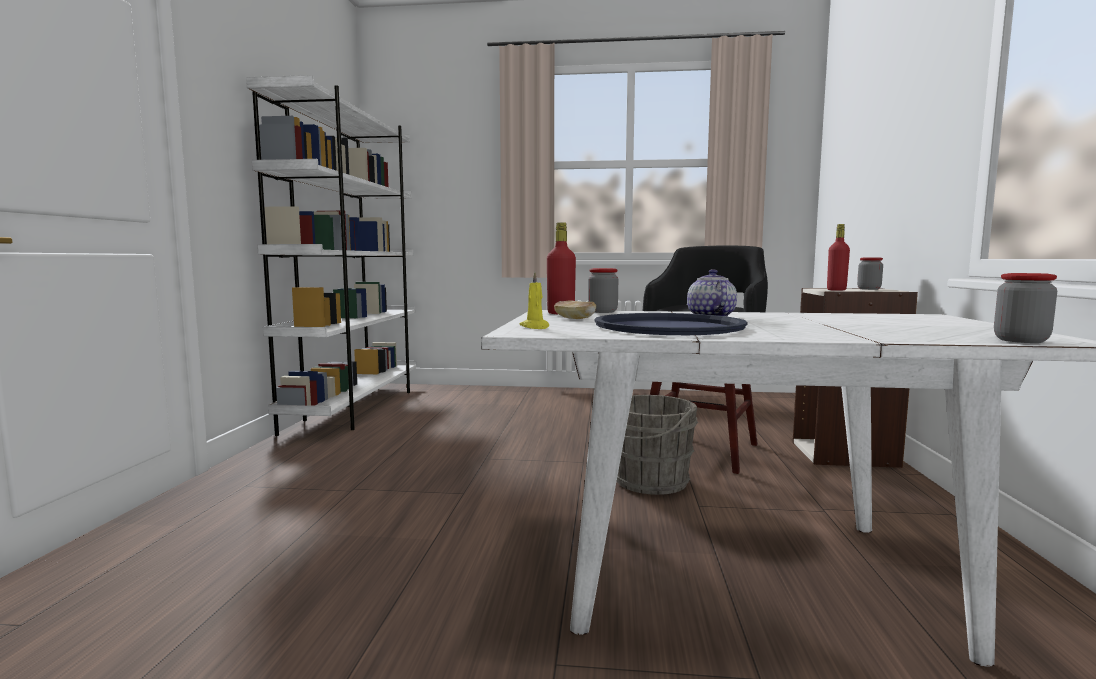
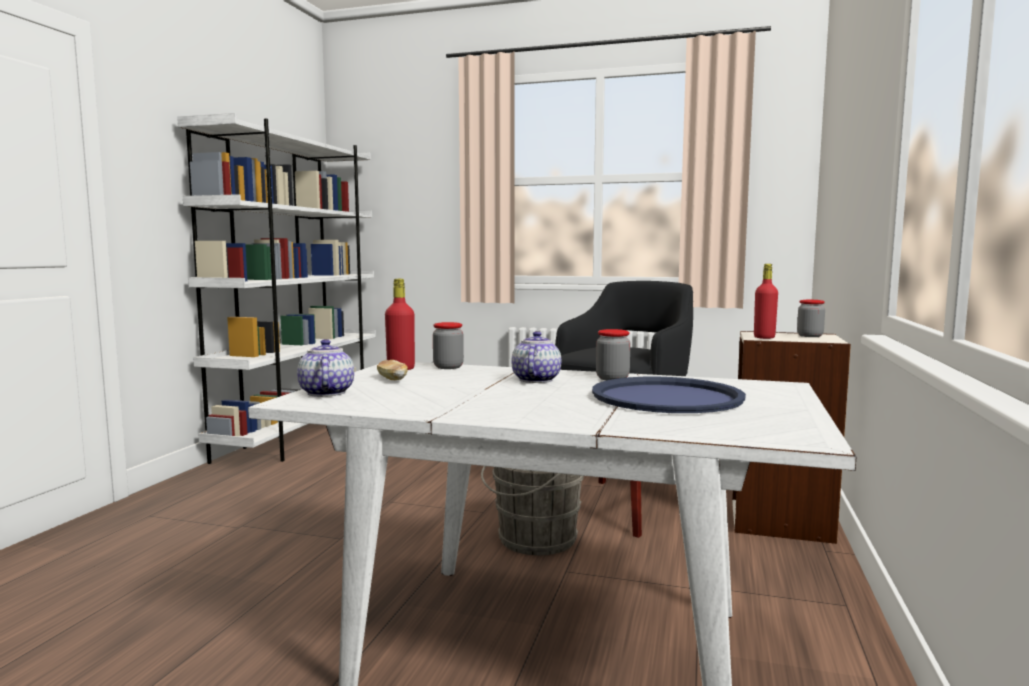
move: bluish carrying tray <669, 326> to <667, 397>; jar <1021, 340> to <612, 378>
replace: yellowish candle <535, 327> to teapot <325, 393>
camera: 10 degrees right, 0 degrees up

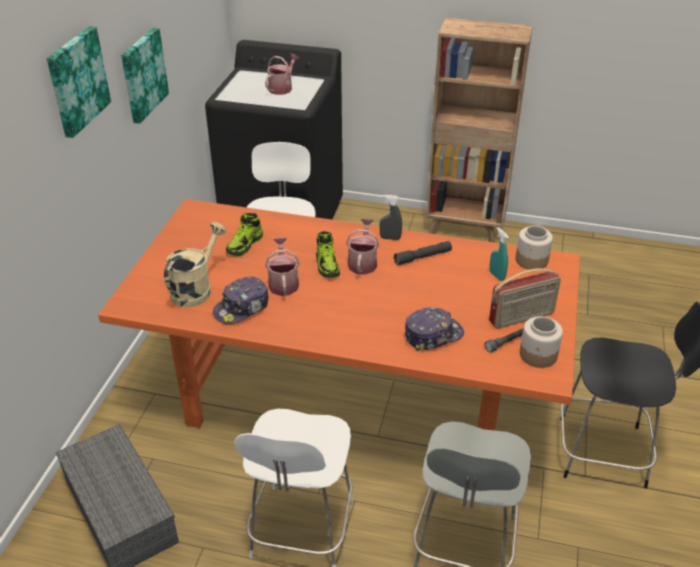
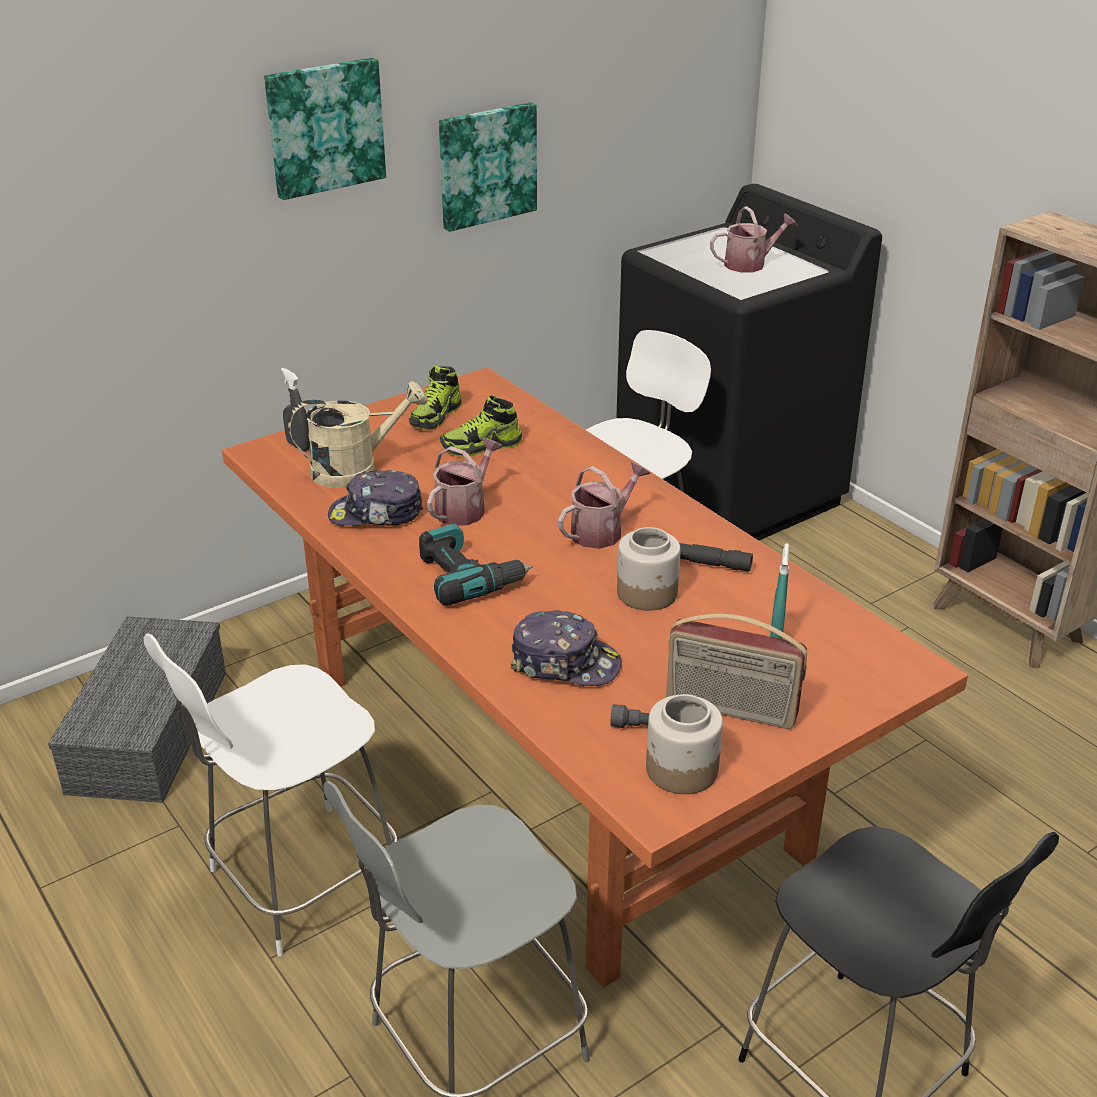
insert: power drill <469, 577>
move: shoe <327, 265> to <436, 416>; grey spray bottle <390, 238> to <298, 446>; jar <532, 260> to <648, 593>
camera: 40 degrees right, 5 degrees down

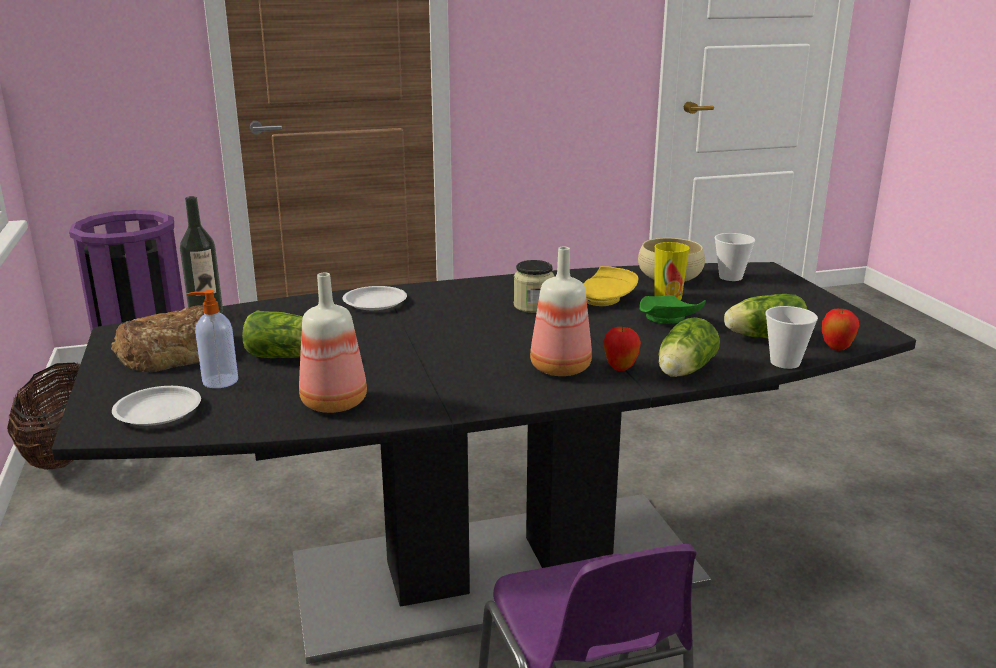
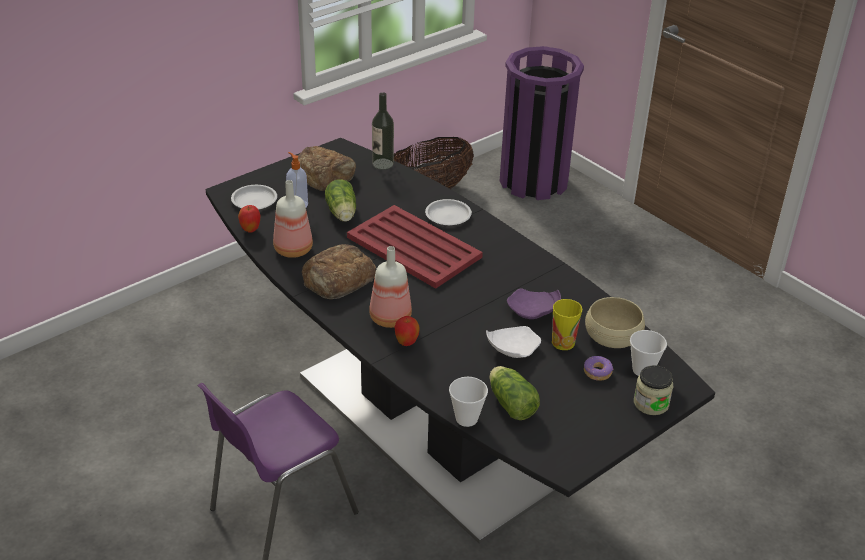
delete: lettuce <683, 372>
insert: baked bread <338, 279>; red carrying tray <413, 246>; donut <597, 372>
move: jar <533, 306> to <651, 403>; apple fruit <836, 349> to <250, 230>
recolor: yellowish flat dish <605, 299> to purplish flat dish <533, 312>; green-coloured flat dish <667, 320> to white-coloured flat dish <511, 350>
camera: 65 degrees right, 15 degrees up

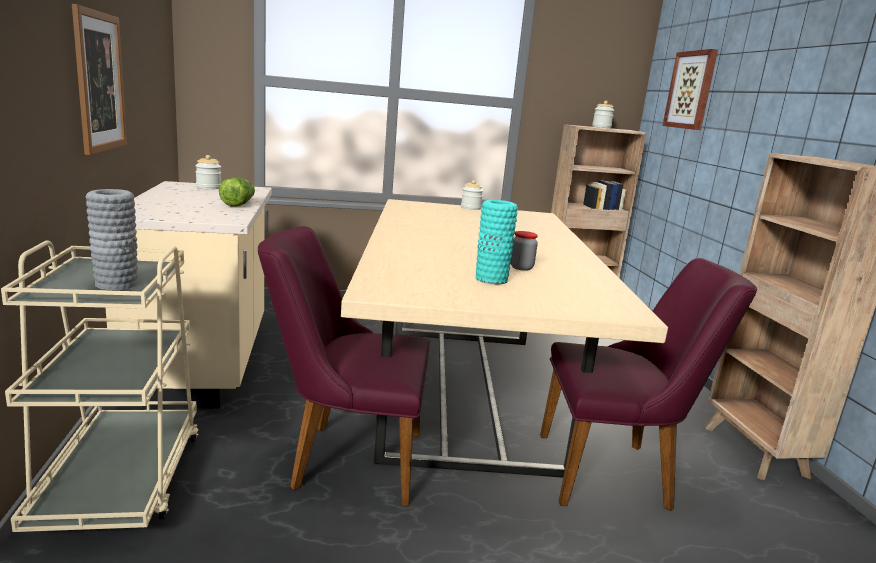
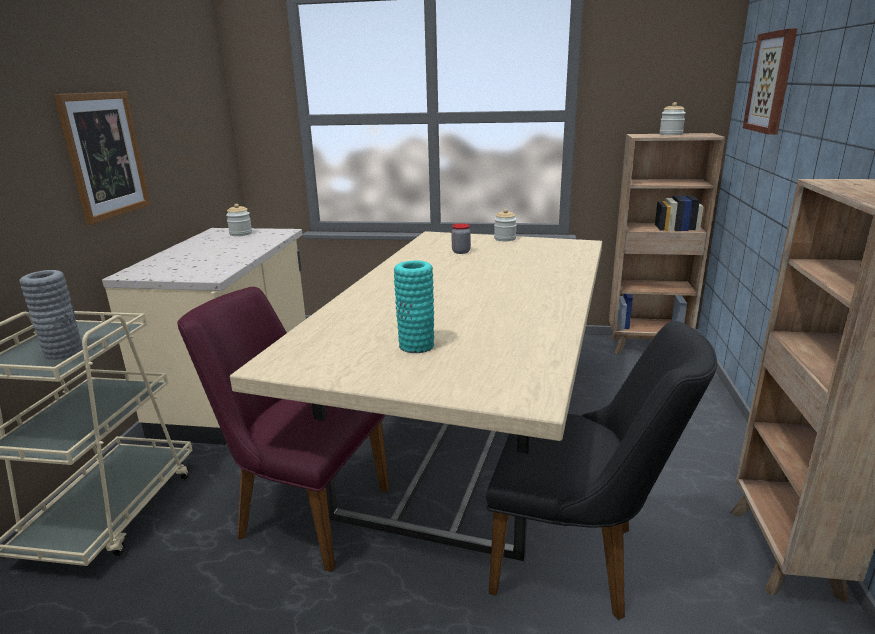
delete: lettuce <238, 204>
move: jar <521, 267> to <461, 252>
recolor: purplish plain chair <616, 472> to black-coloured plain chair <579, 560>
camera: 20 degrees right, 5 degrees up

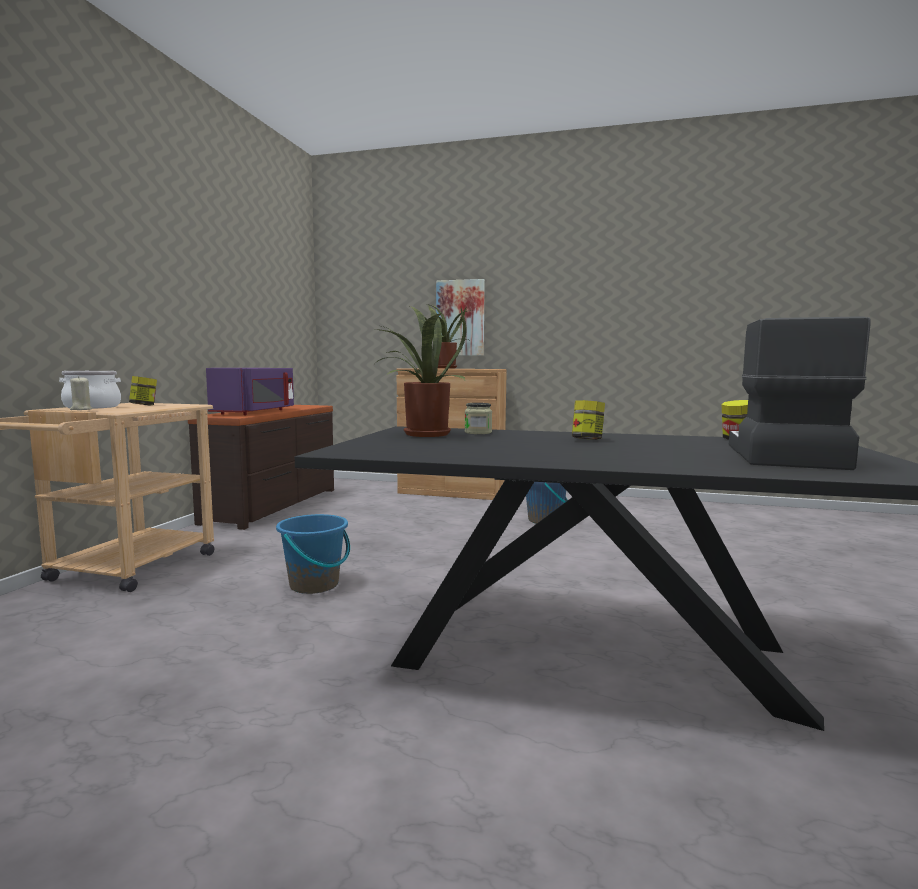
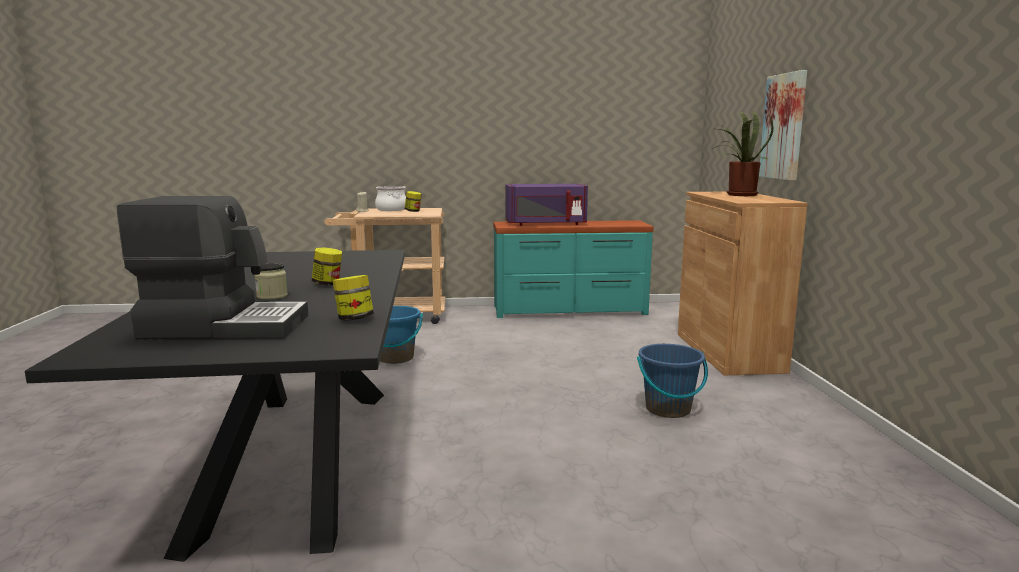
delete: houseplant <421, 434>
move: jar <478, 432> to <272, 296>
recolor: brown-coloured drawer chest <274, 505> to turquoise drawer chest <569, 310>
camera: 70 degrees right, 5 degrees up

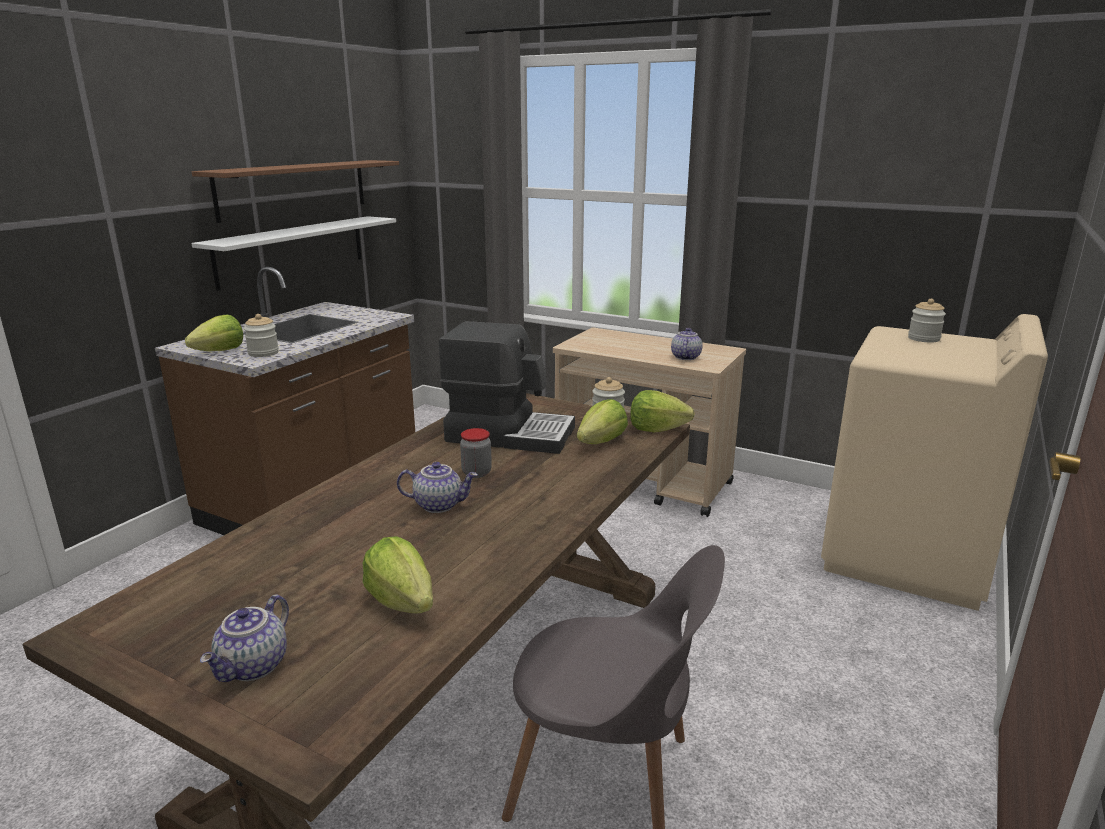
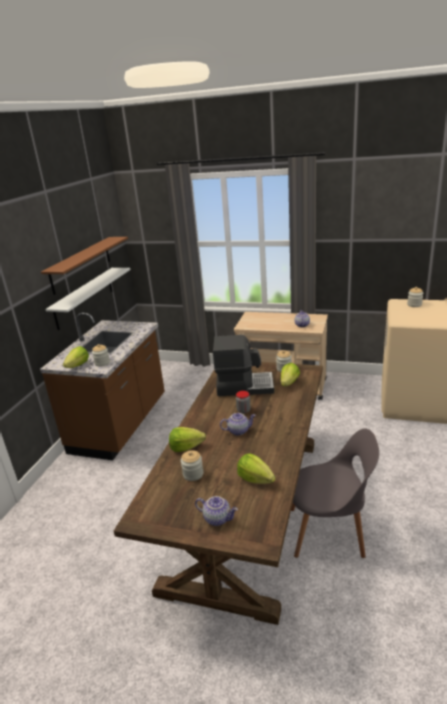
insert: jar <193, 474>
move: lettuce <657, 429> to <186, 447>
rotate: teapot <254, 667> = <218, 518> 75 degrees counterclockwise
camera: 10 degrees left, 5 degrees up

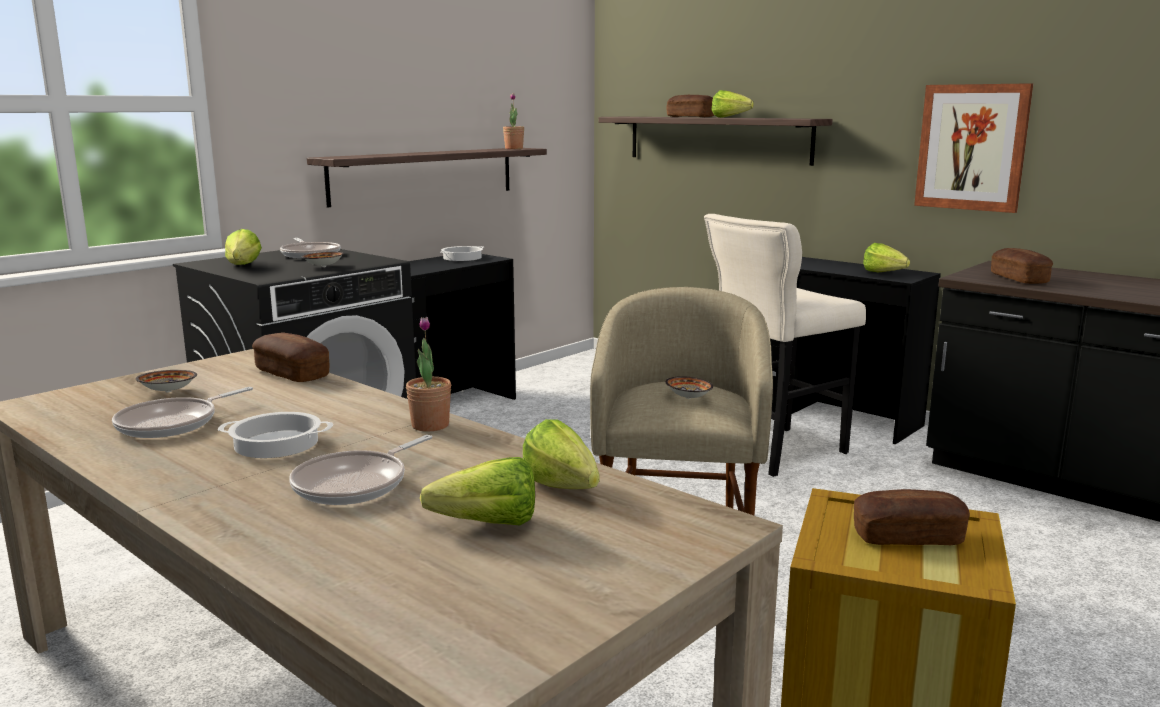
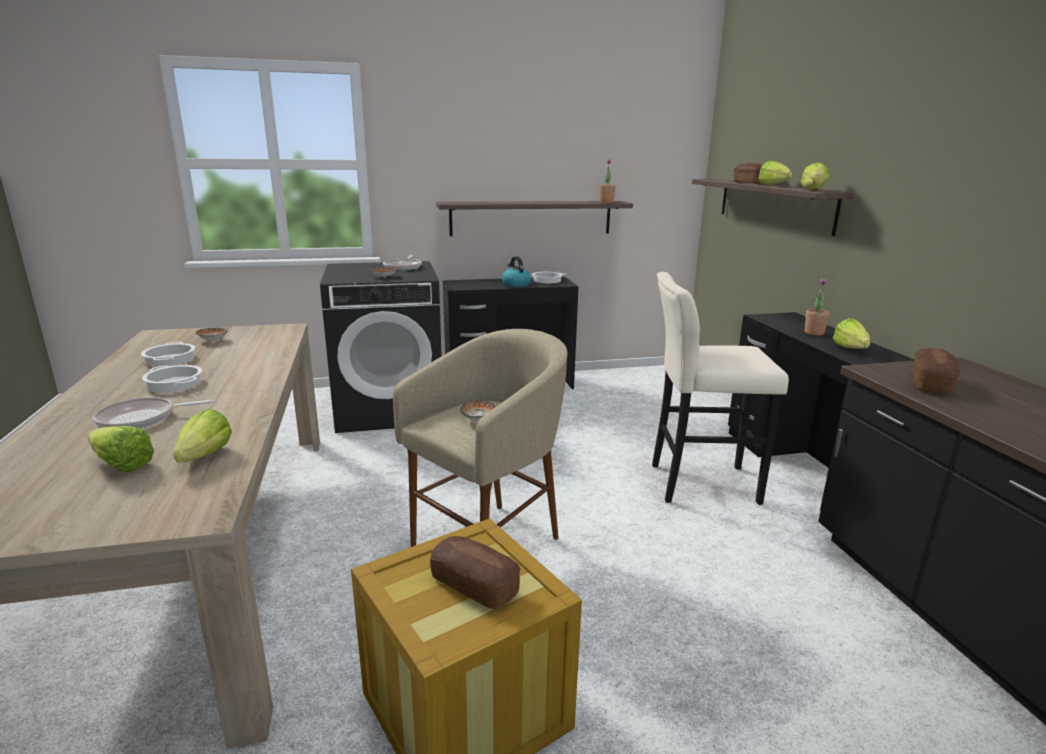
delete: baked bread <292, 373>; picture <972, 147>
insert: water kettle <516, 284>
move: lettuce <241, 267> to <812, 190>; houseplant <430, 425> to <814, 333>
replace: frying pan <173, 424> to cooking pot <170, 360>
camera: 35 degrees right, 5 degrees up

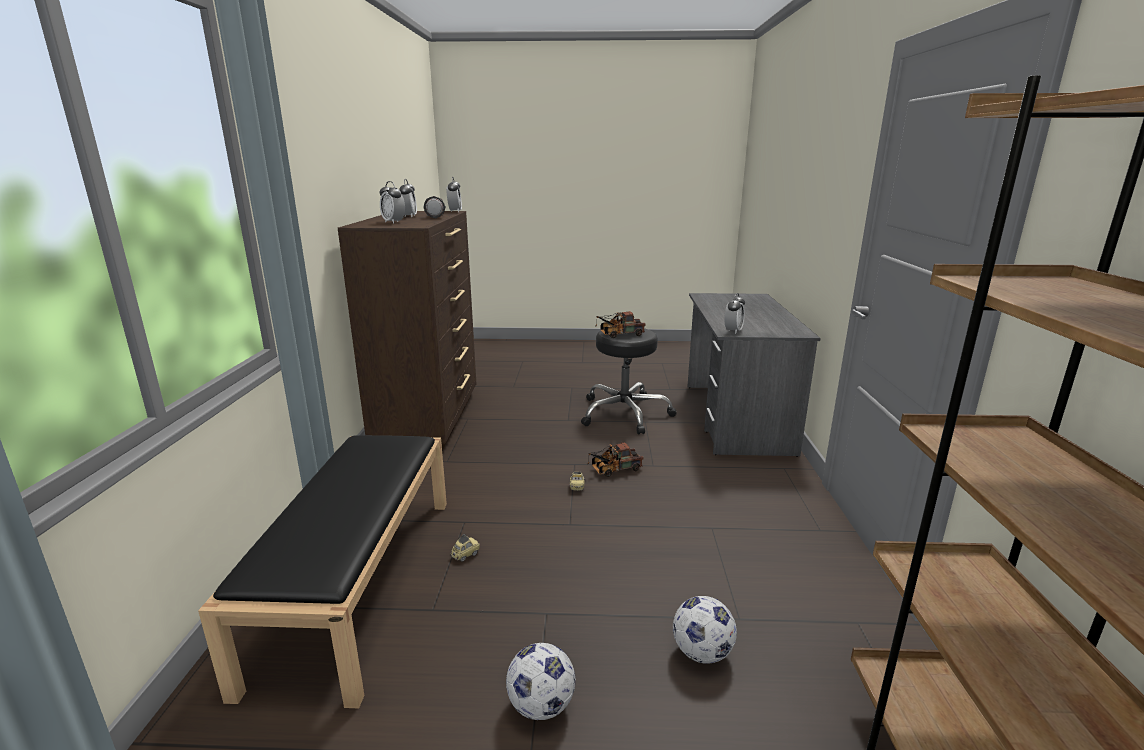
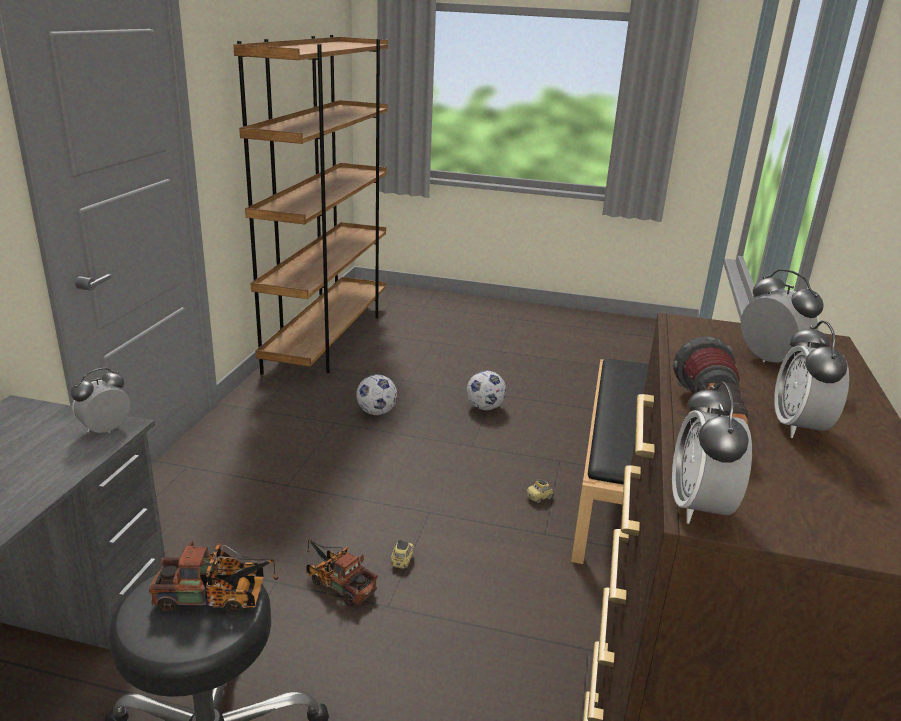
rotate: toy truck <613, 470> = <337, 583> 135 degrees counterclockwise
camera: 170 degrees left, 5 degrees up

